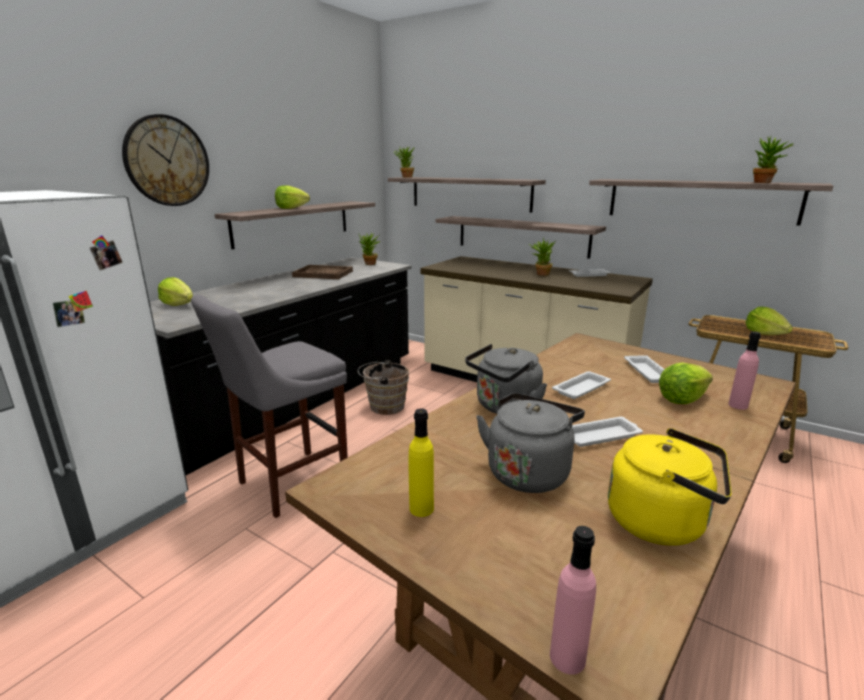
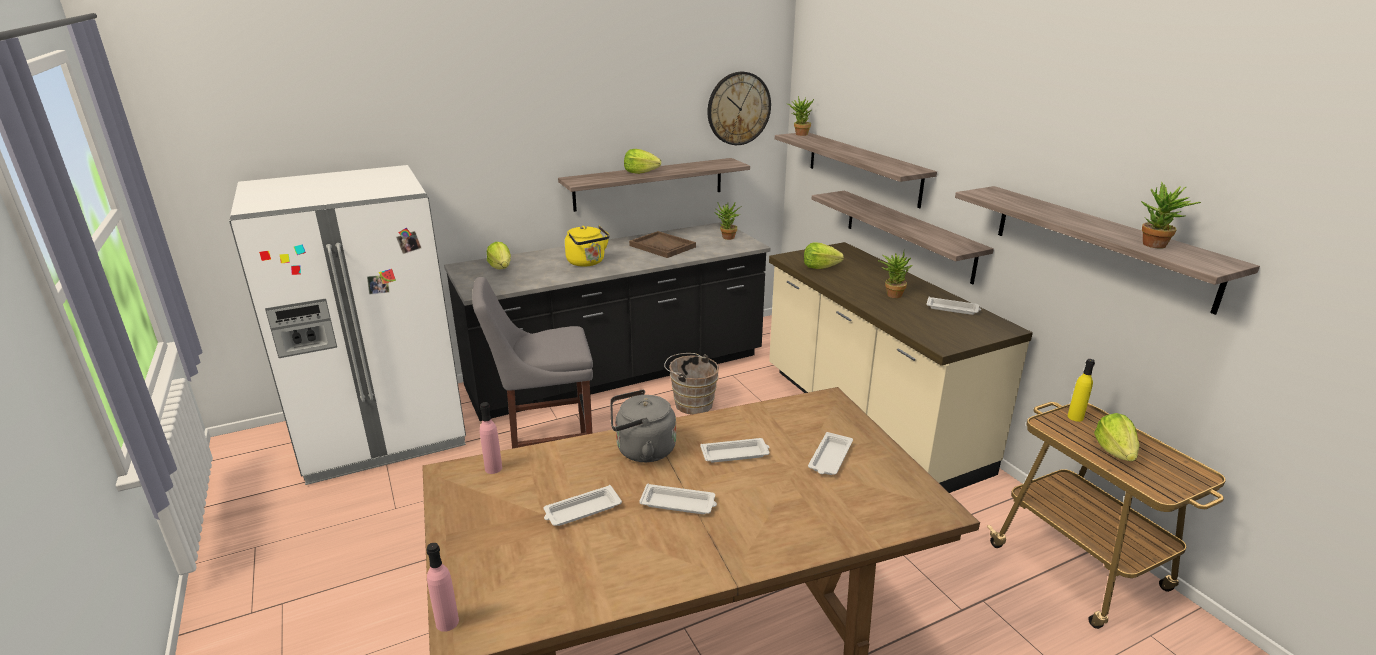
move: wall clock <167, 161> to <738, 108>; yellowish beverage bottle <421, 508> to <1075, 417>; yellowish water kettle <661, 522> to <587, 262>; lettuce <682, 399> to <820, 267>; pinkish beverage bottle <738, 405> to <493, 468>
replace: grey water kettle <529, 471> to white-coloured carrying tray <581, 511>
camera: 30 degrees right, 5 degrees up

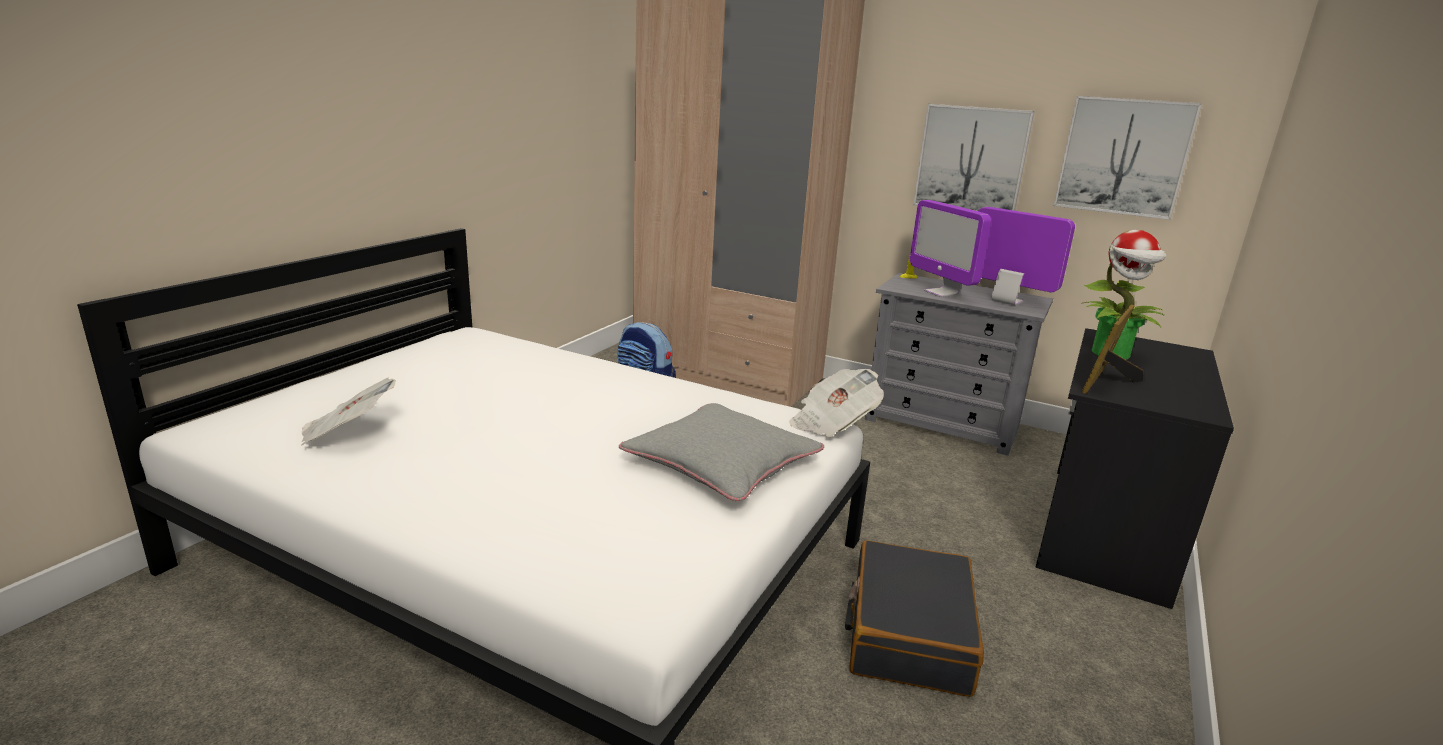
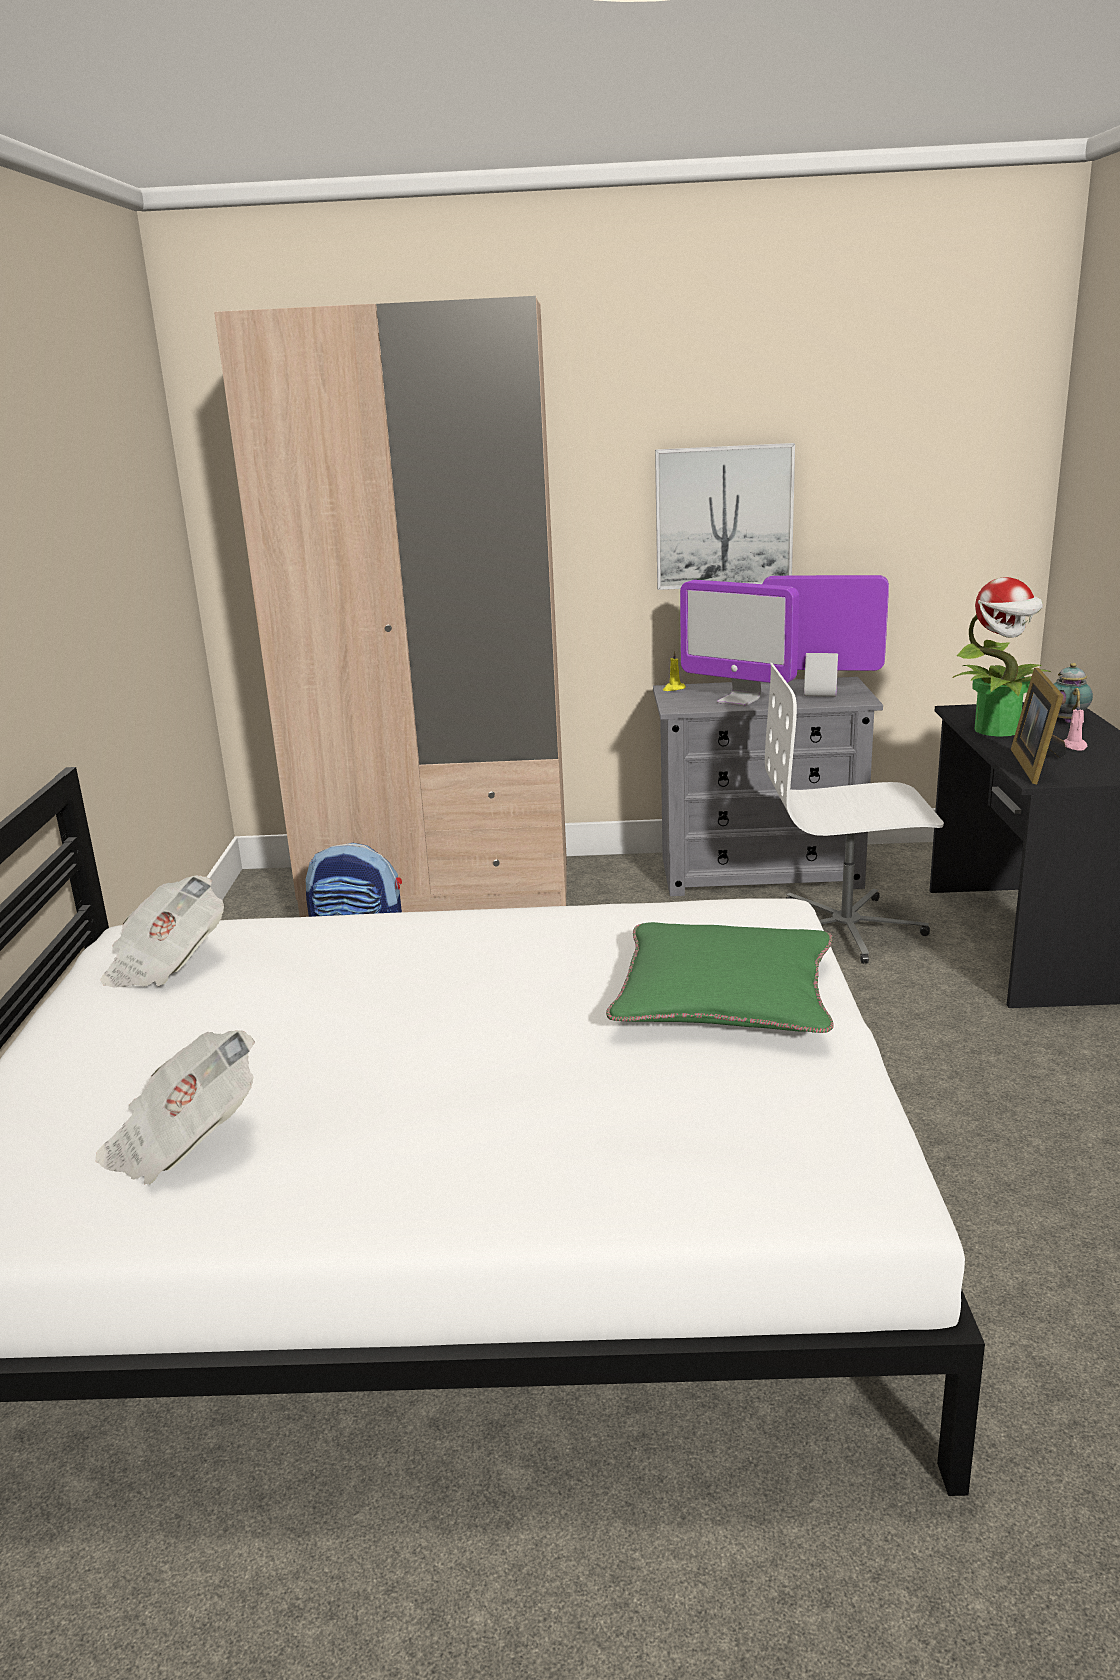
delete: black-coloured suitcase <908, 633>; picture <1123, 157>
insert: white-coloured office chair <847, 928>; teapot <1066, 720>; pinkish candle <1074, 746>
move: daily paper <832, 423> to <165, 964>
recolor: grey cushion <722, 463> to green-coloured cushion <724, 996>
camera: 25 degrees left, 0 degrees up

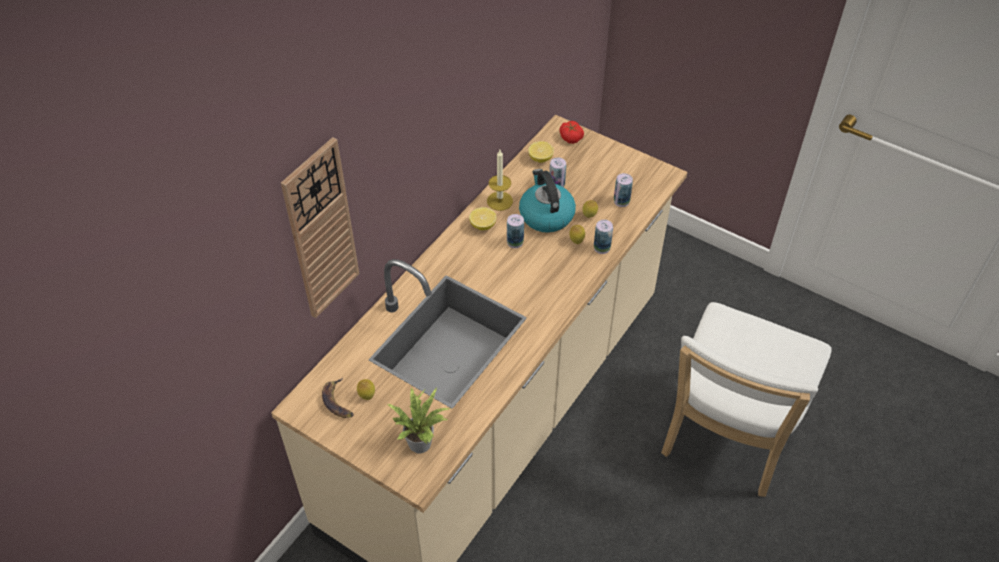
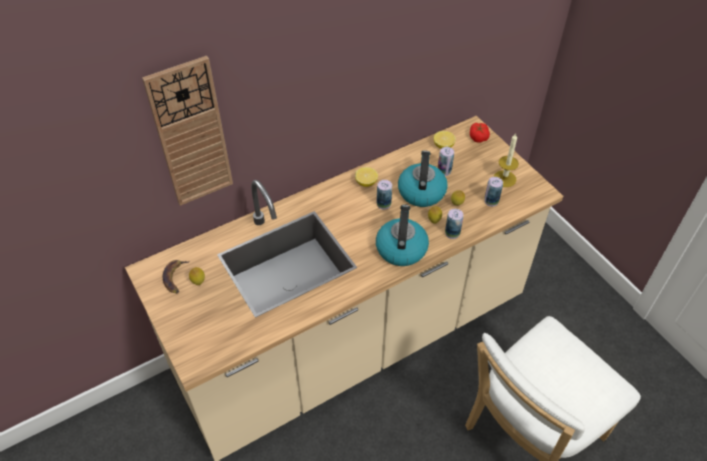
delete: houseplant <422, 442>
insert: water kettle <401, 248>
move: candle <499, 201> to <504, 178>
camera: 25 degrees right, 0 degrees up

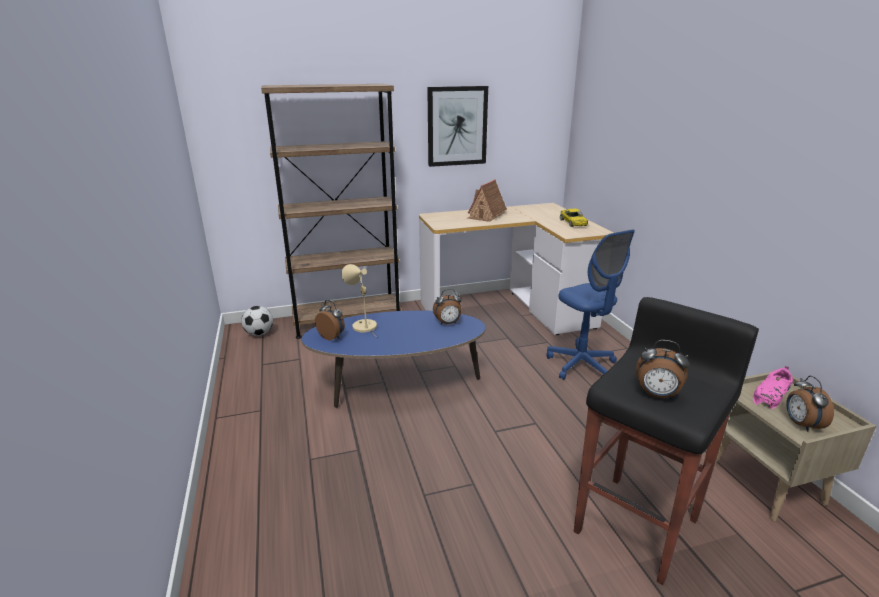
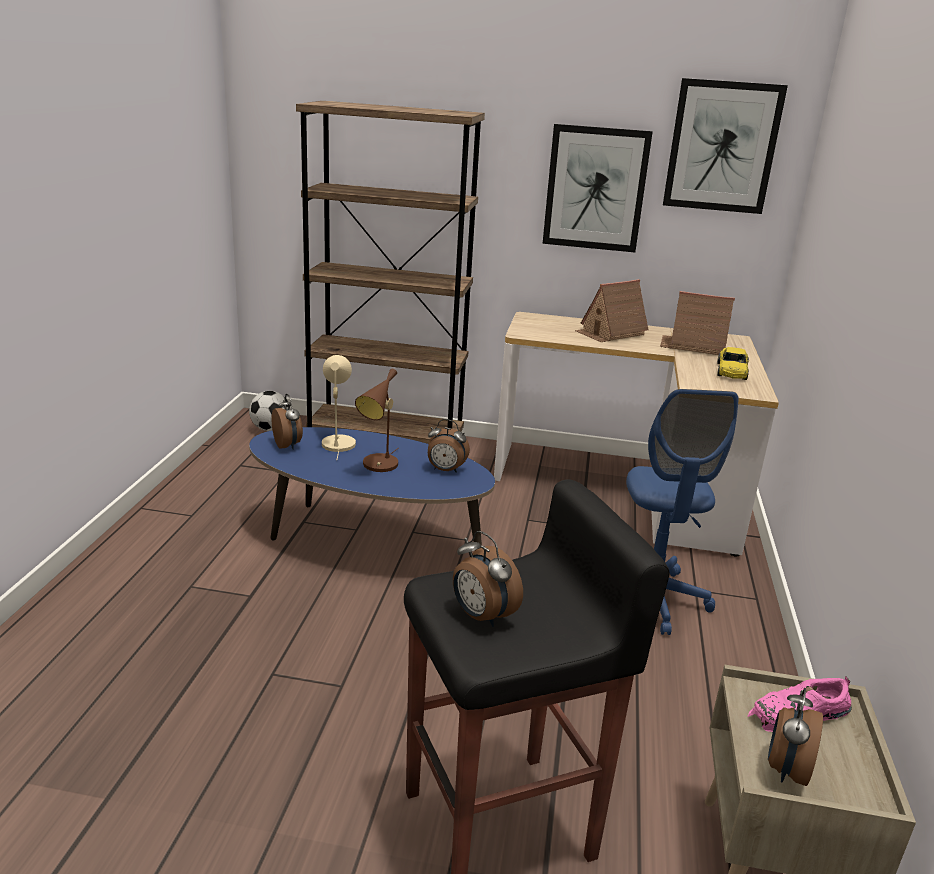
insert: brown-coloured table lamp <379, 466>; toy house <693, 345>; picture <722, 147>
camera: 25 degrees right, 0 degrees up

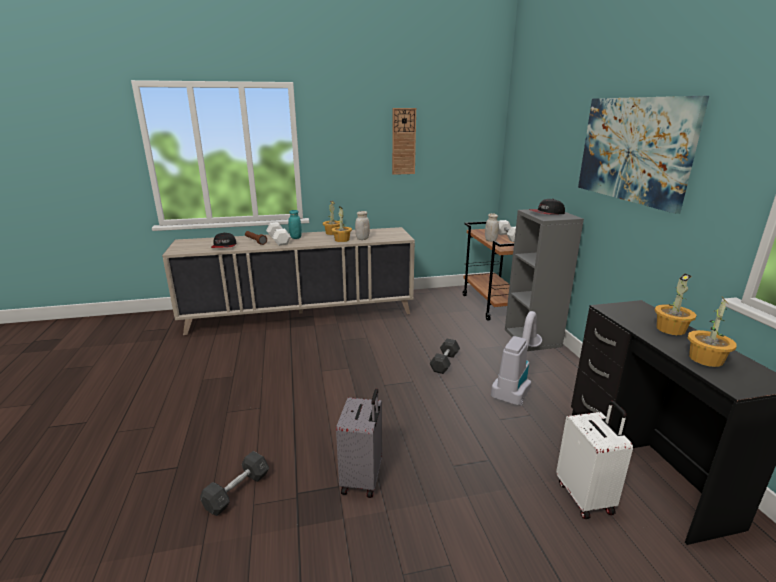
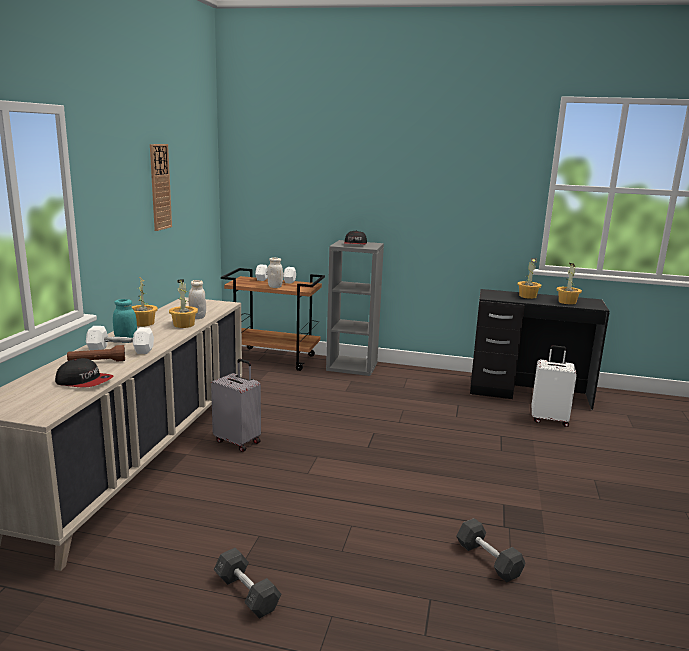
delete: hoover <515, 384>; picture <634, 149>
move: grey suitcase <363, 478> to <238, 441>; grey dumbbell <444, 362> to <246, 593>
camera: 65 degrees left, 5 degrees down

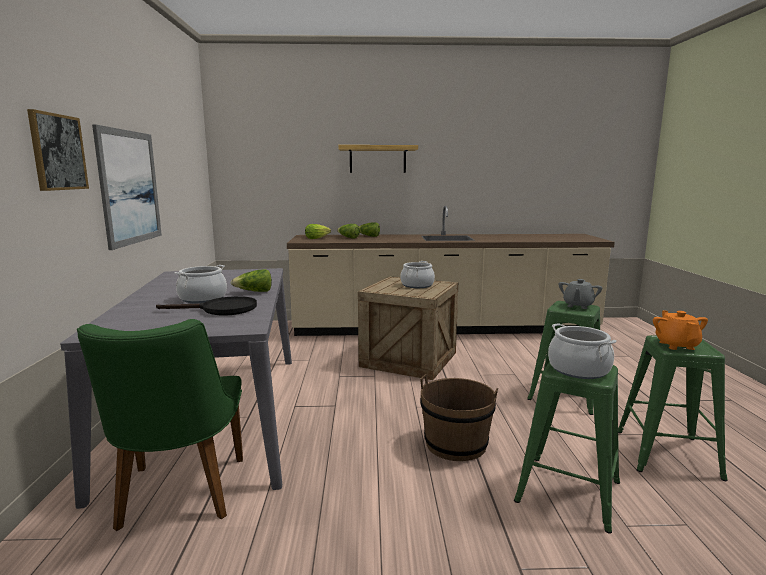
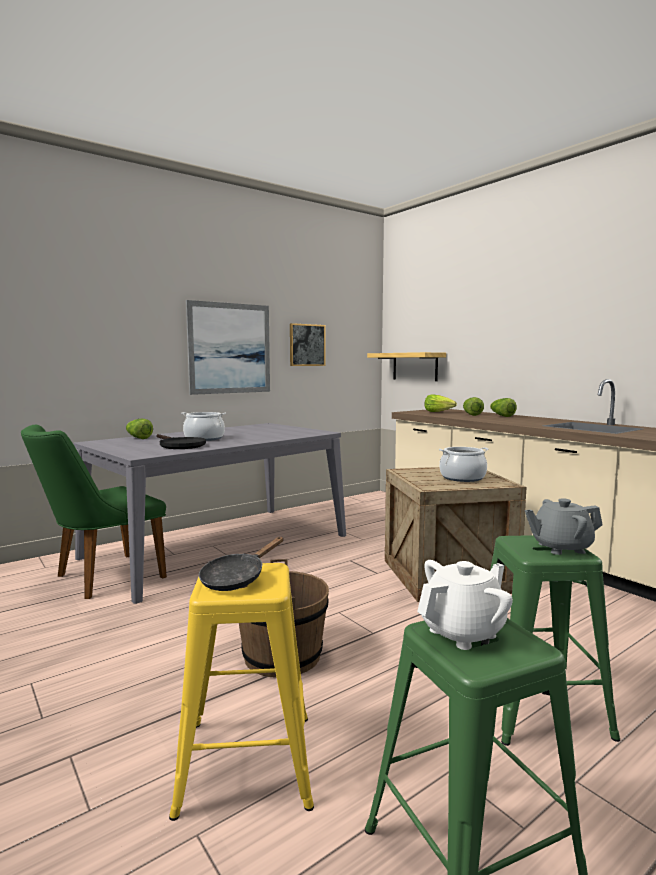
move: picture <58, 152> to <307, 345>; lettuce <254, 292> to <138, 438>; shelf <377, 159> to <415, 366>
replace: cooking pot <578, 369> to black-coloured frying pan <237, 578>
recolor: green-coloured stool <567, 491> to yellowish stool <245, 760>; orange-coloured teapot <676, 345> to white-coloured teapot <463, 632>
camera: 55 degrees right, 5 degrees down

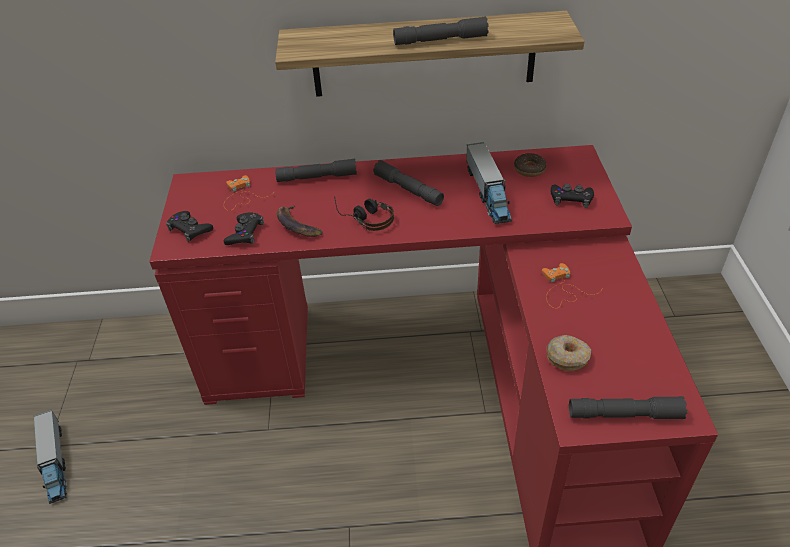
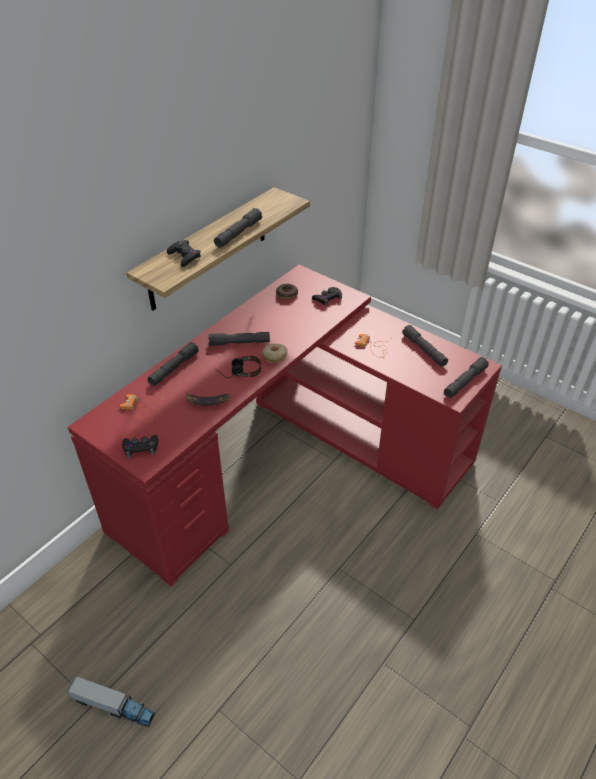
delete: toy truck <488, 193>
insert: grey hand torch <424, 350>
move: black-coloured joypad <245, 233> to <184, 256>; donut <567, 357> to <275, 356>
camera: 50 degrees left, 0 degrees up

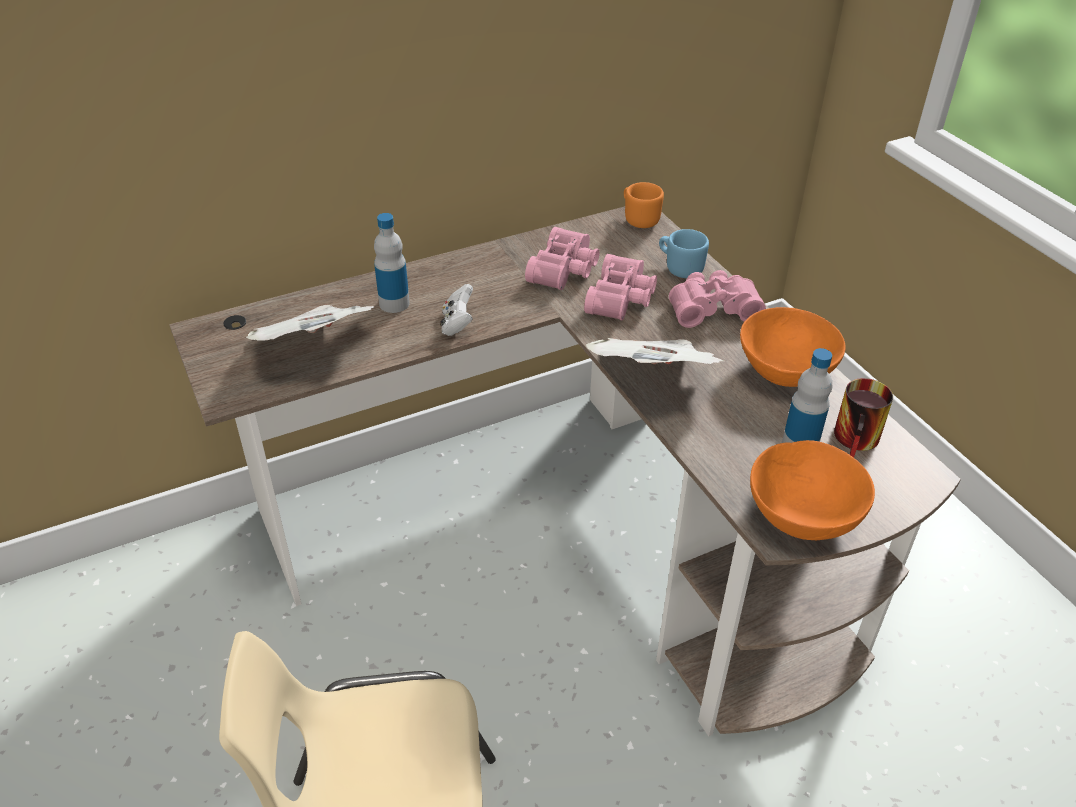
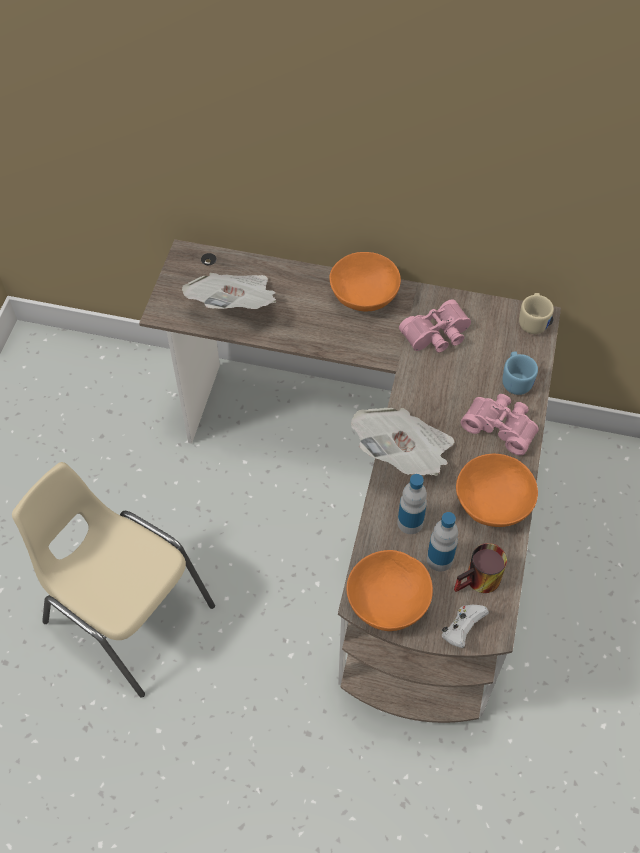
delete: pinkish pair of binoculars <623, 299>
insert: orange-coloured serving bowl <364, 297>
move: beverage bottle <394, 303> to <410, 522>; white-coloured joypad <457, 324> to <461, 630>
recolor: orange-coloured tea mug <639, 218> to beige tea mug <533, 321>
camera: 40 degrees right, 15 degrees up

